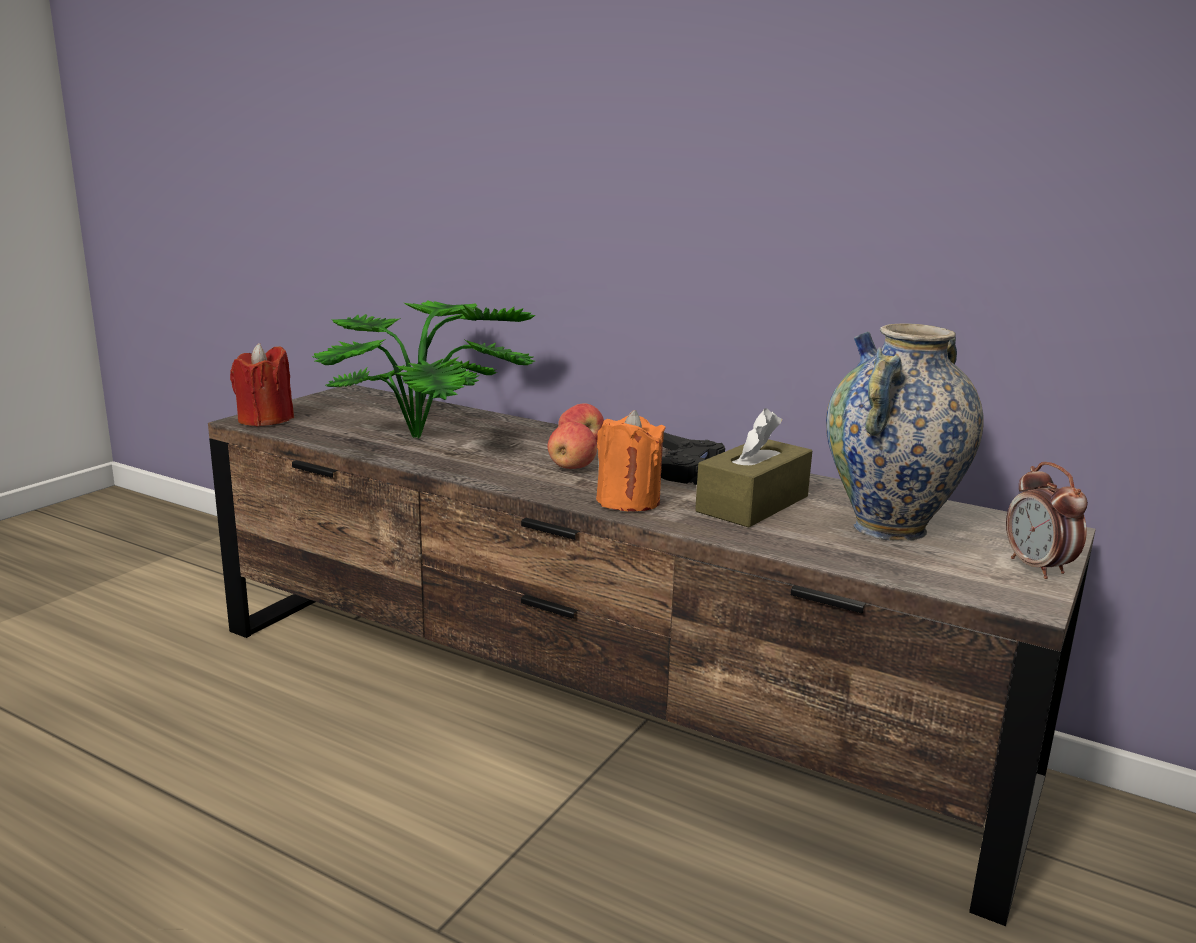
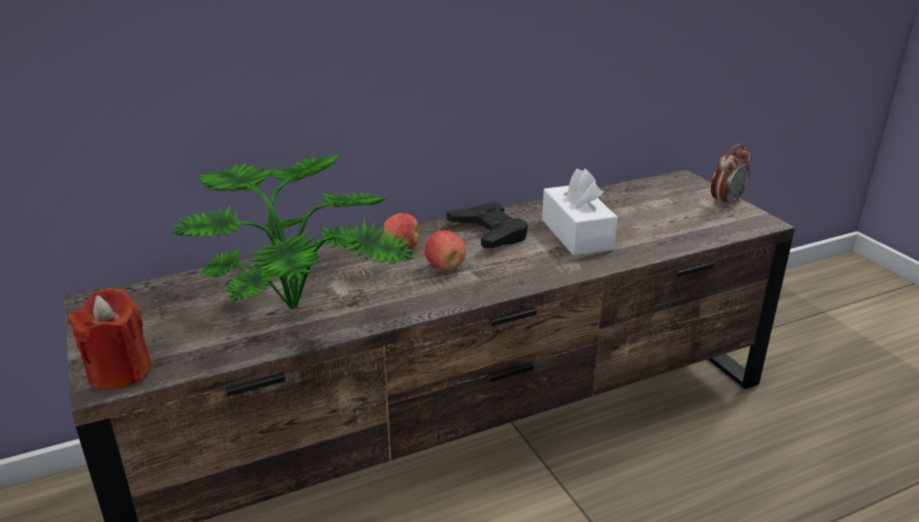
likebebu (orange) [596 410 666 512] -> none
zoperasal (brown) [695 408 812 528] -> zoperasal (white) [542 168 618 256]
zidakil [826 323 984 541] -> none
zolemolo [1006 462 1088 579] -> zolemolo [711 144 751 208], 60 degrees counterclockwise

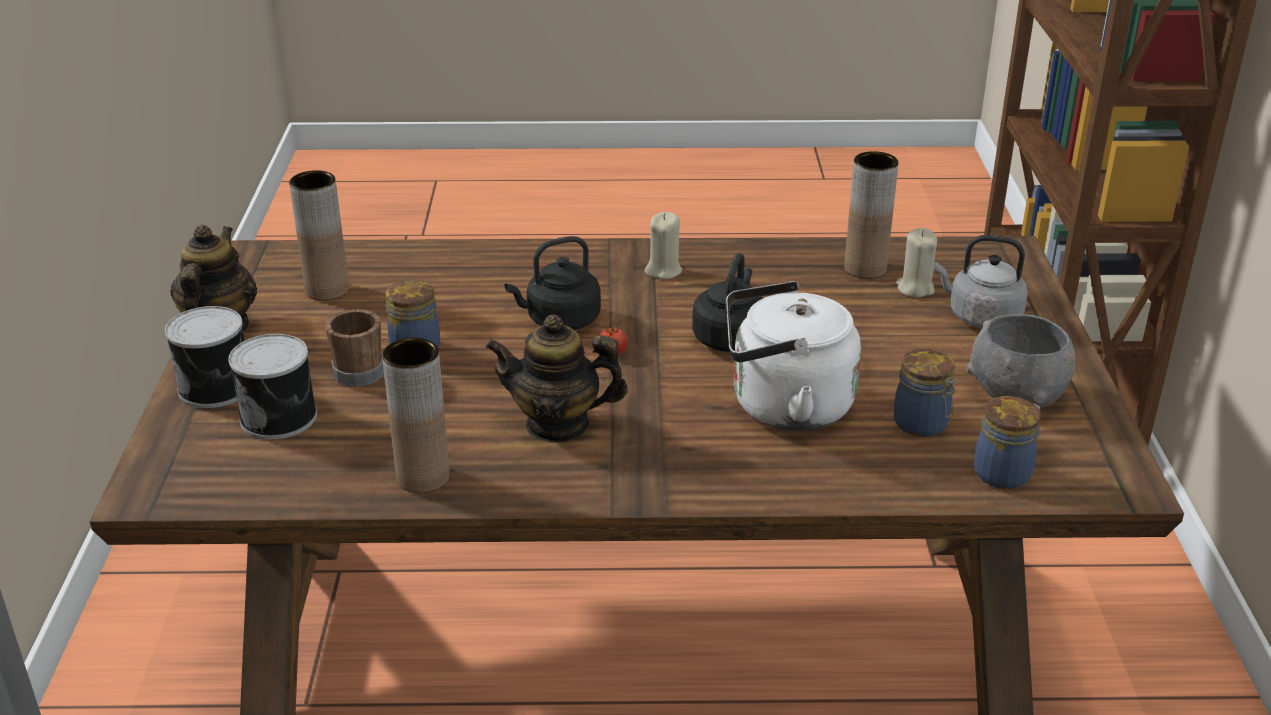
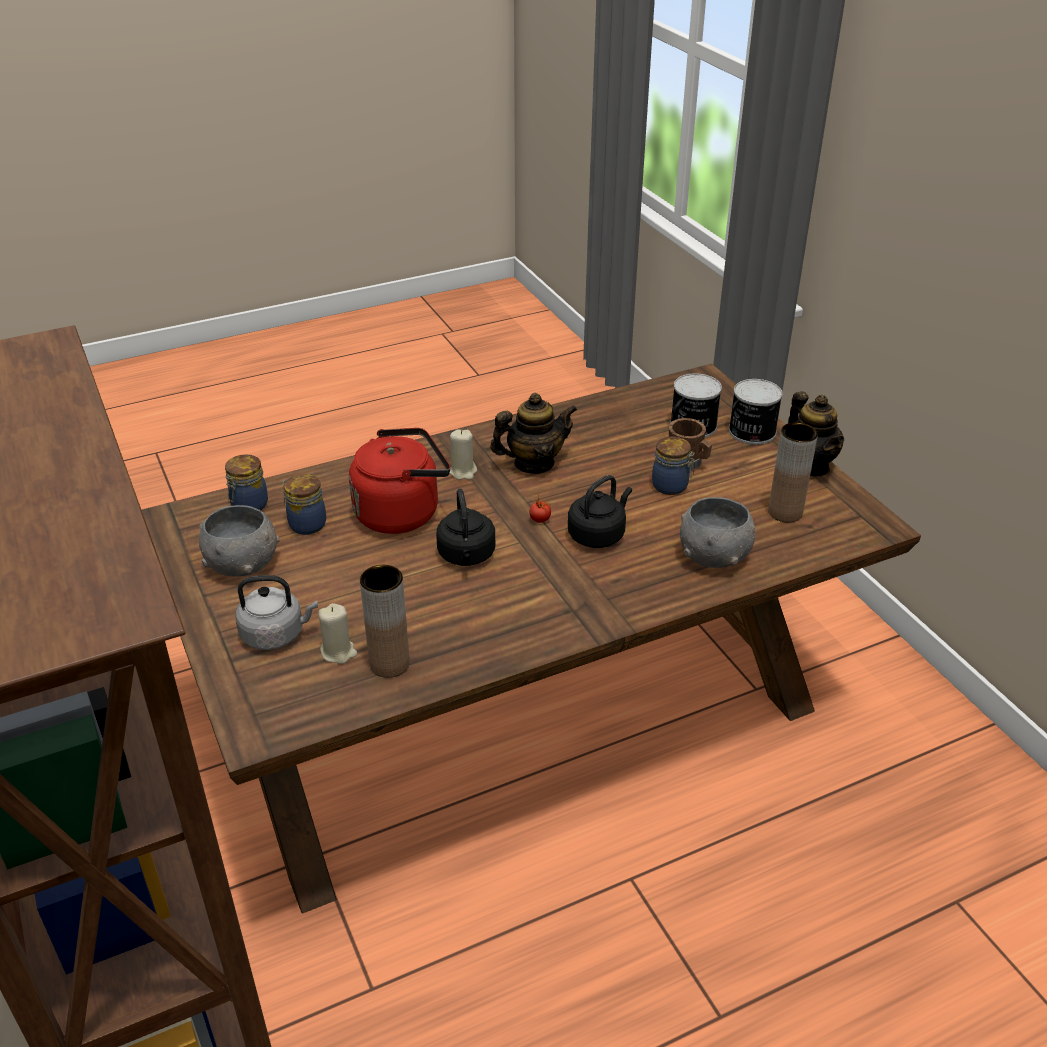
zidakil (brown) [382 338 450 493] -> none
likebebu (beige) [645 212 683 280] -> likebebu (beige) [449 429 477 480], relocated
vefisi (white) [726 281 861 431] -> vefisi (red) [349 428 450 534]
none -> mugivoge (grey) [680 497 755 568]

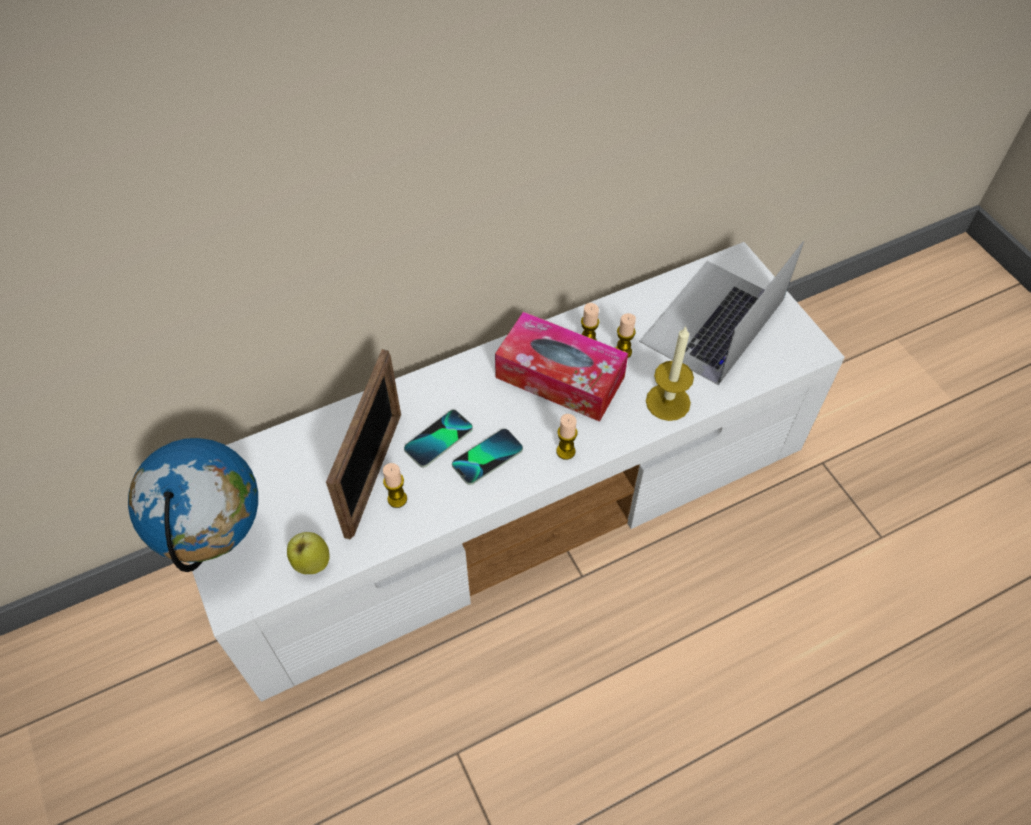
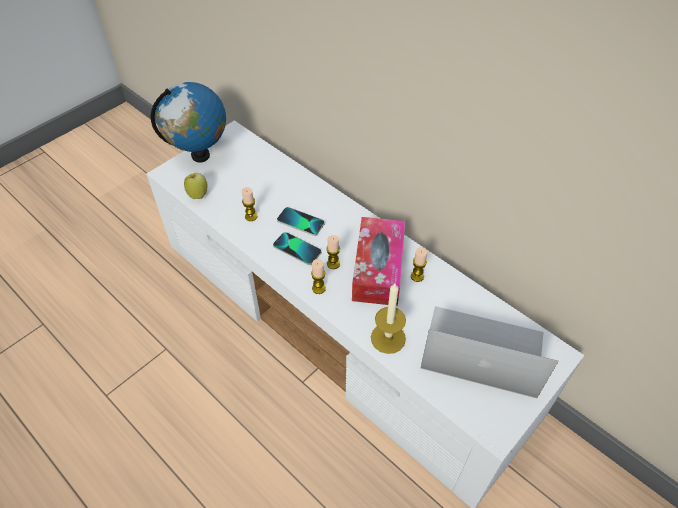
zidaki [326 349 401 540] -> none
likebebu [616 313 636 358] -> likebebu [326 235 340 269], relocated

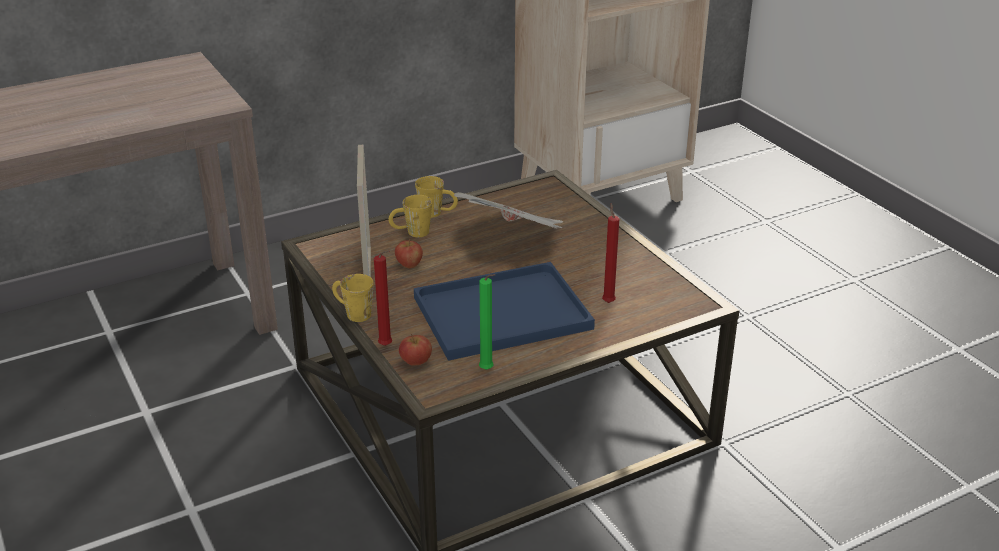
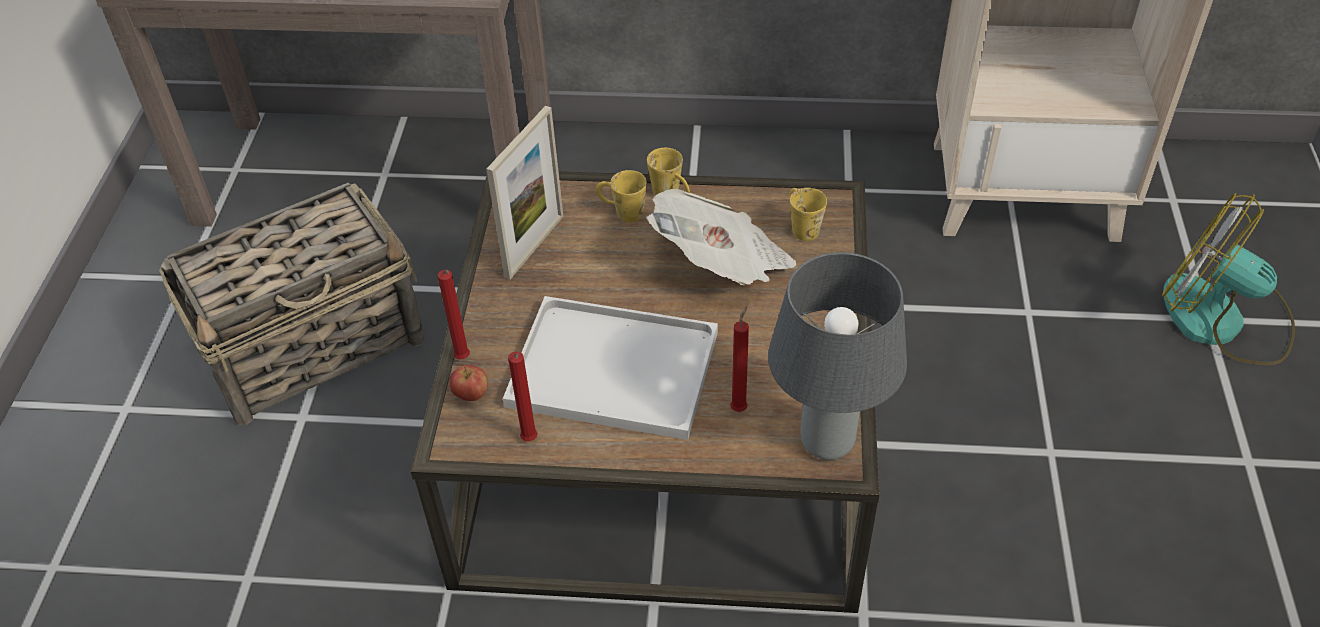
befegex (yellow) [332 274 374 322] -> befegex (yellow) [790 188 827 241], relocated
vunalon [395 238 423 268] -> none
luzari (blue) [414 262 595 361] -> luzari (white) [503 296 718 440]
likebebu (green) [479 274 495 370] -> likebebu (red) [508 352 538 441]
none -> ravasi [159 183 425 425]
none -> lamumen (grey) [768 252 907 460]
none -> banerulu [1162 193 1295 365]

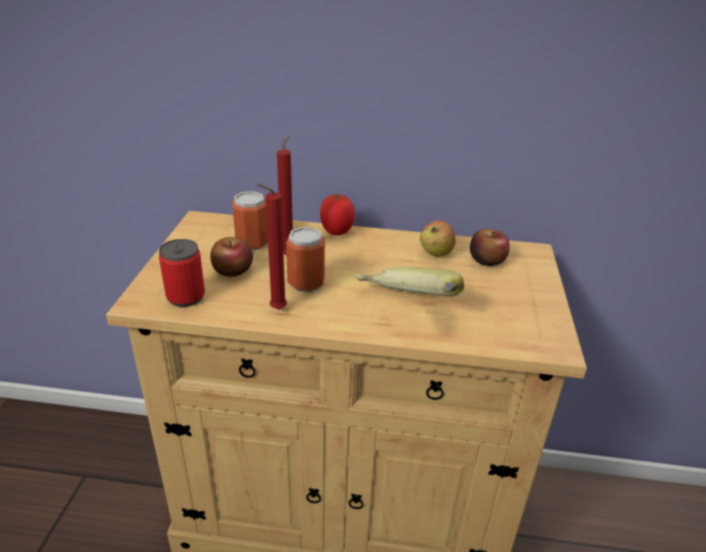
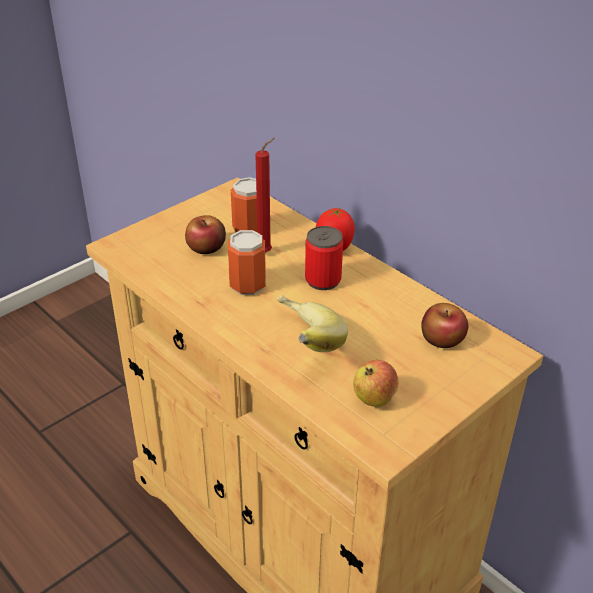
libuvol [159 239 205 307] -> libuvol [305 226 343 290], relocated
likebebu (red) [257 184 287 309] -> none
vunalon [420 220 456 257] -> vunalon [353 360 398 407], relocated

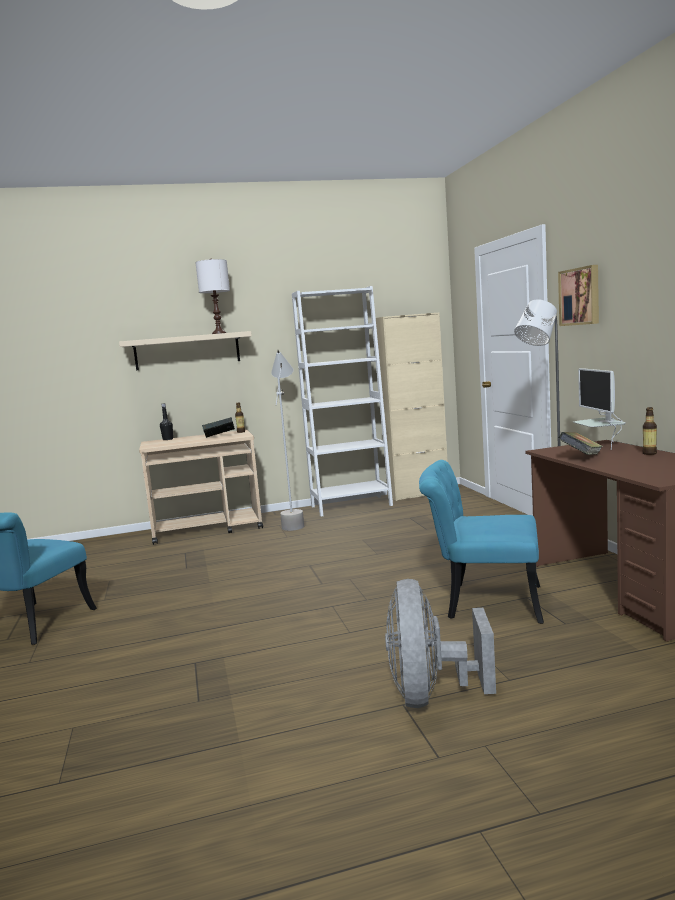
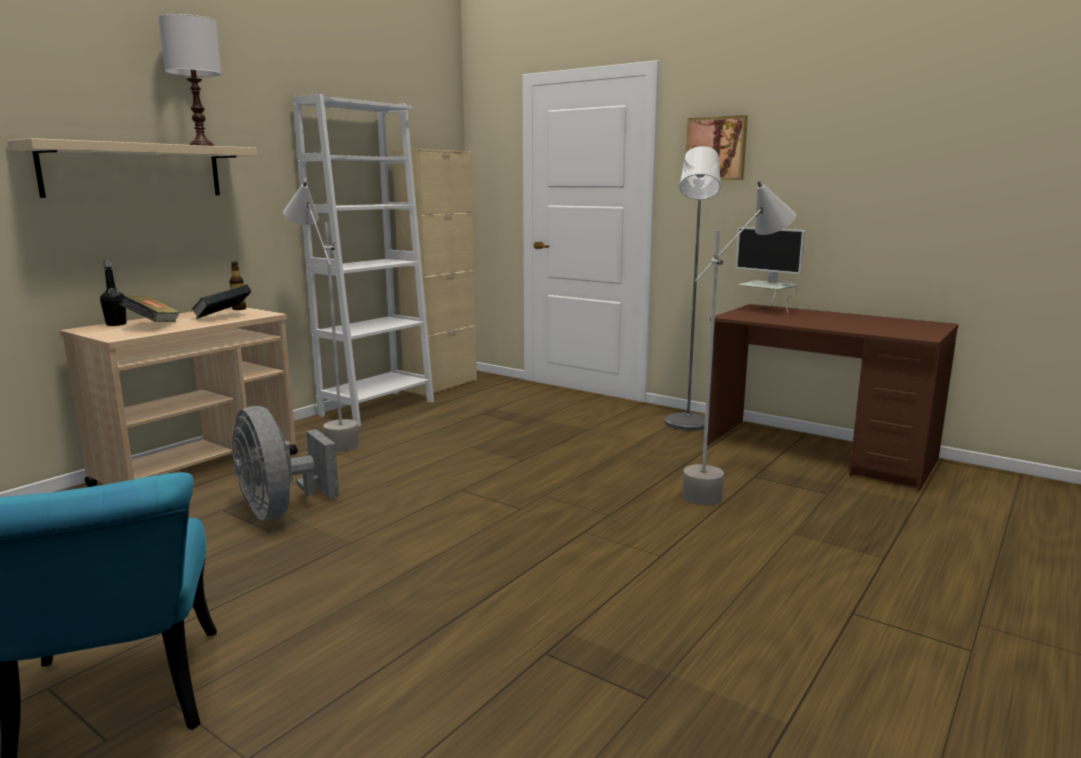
banerulu (grey) [385 579 496 708] -> banerulu (grey) [231 406 339 521], relocated
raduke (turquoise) [419 460 544 624] -> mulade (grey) [682 181 796 505]
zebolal [558 432 603 455] -> zebolal [119 296 181 322], relocated
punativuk [643 407 657 455] -> none

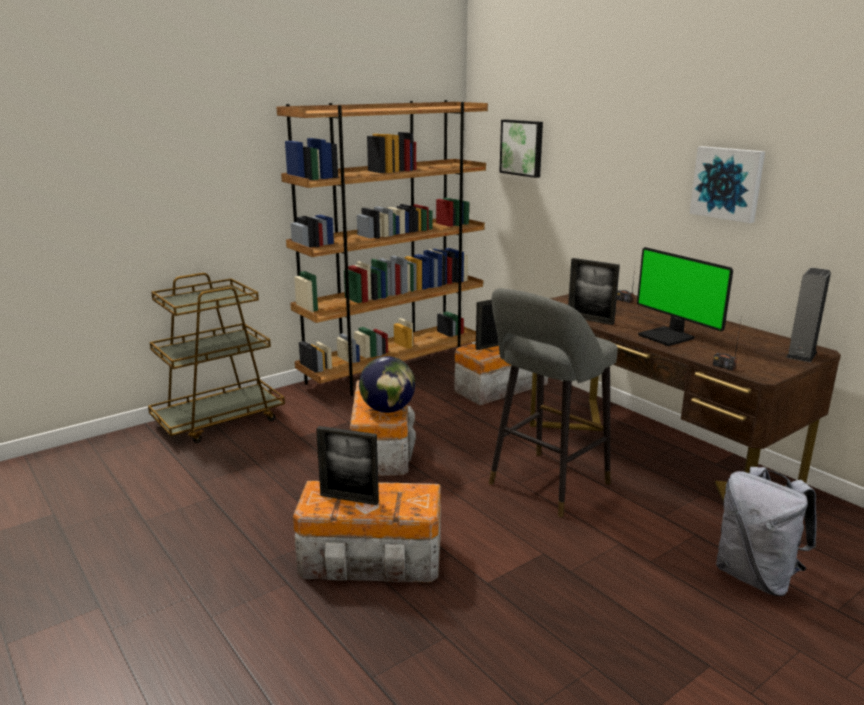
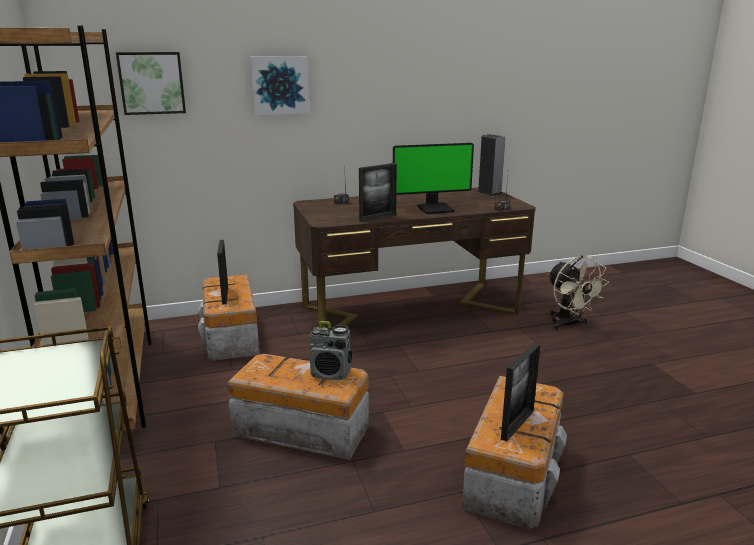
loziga [359 356 415 413] -> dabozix [309 321 352 380]
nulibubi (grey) [489 288 618 517] -> none
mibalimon [690 146 765 223] -> mibalimon [250 56 309 115], relocated
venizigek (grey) [716 467 817 596] -> banerulu (beige) [548 255 609 330]

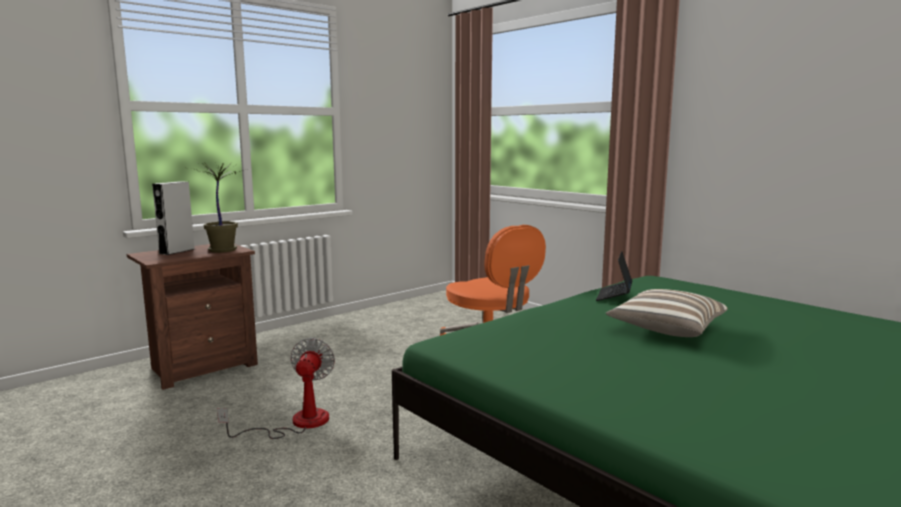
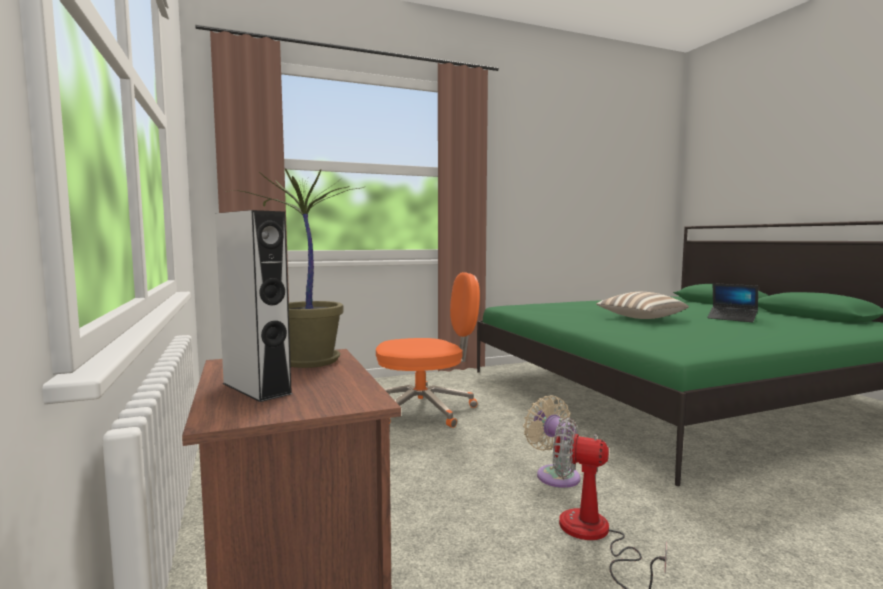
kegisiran [596 251 632 301] -> kegisiran [707 283 758 322], relocated
none -> banerulu (beige) [523 396 581 488]

